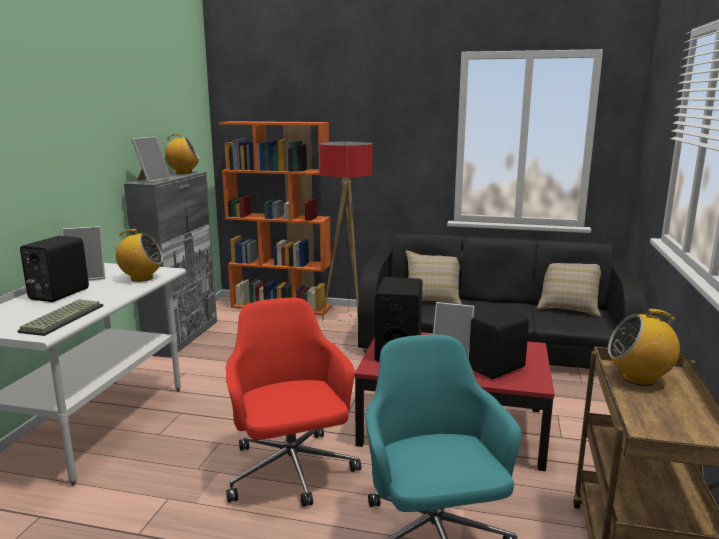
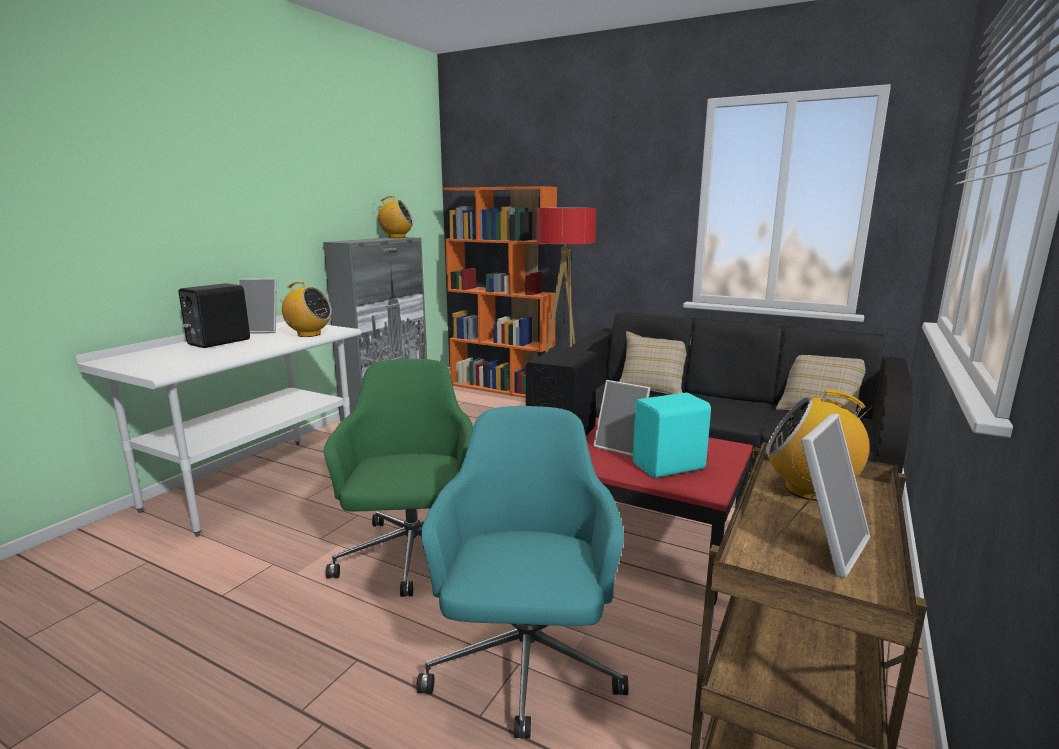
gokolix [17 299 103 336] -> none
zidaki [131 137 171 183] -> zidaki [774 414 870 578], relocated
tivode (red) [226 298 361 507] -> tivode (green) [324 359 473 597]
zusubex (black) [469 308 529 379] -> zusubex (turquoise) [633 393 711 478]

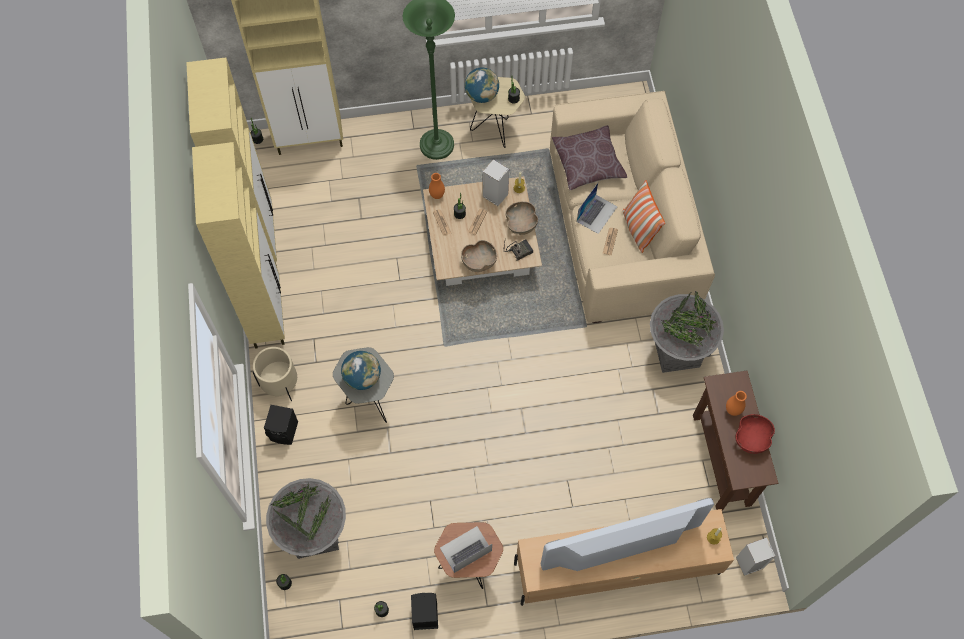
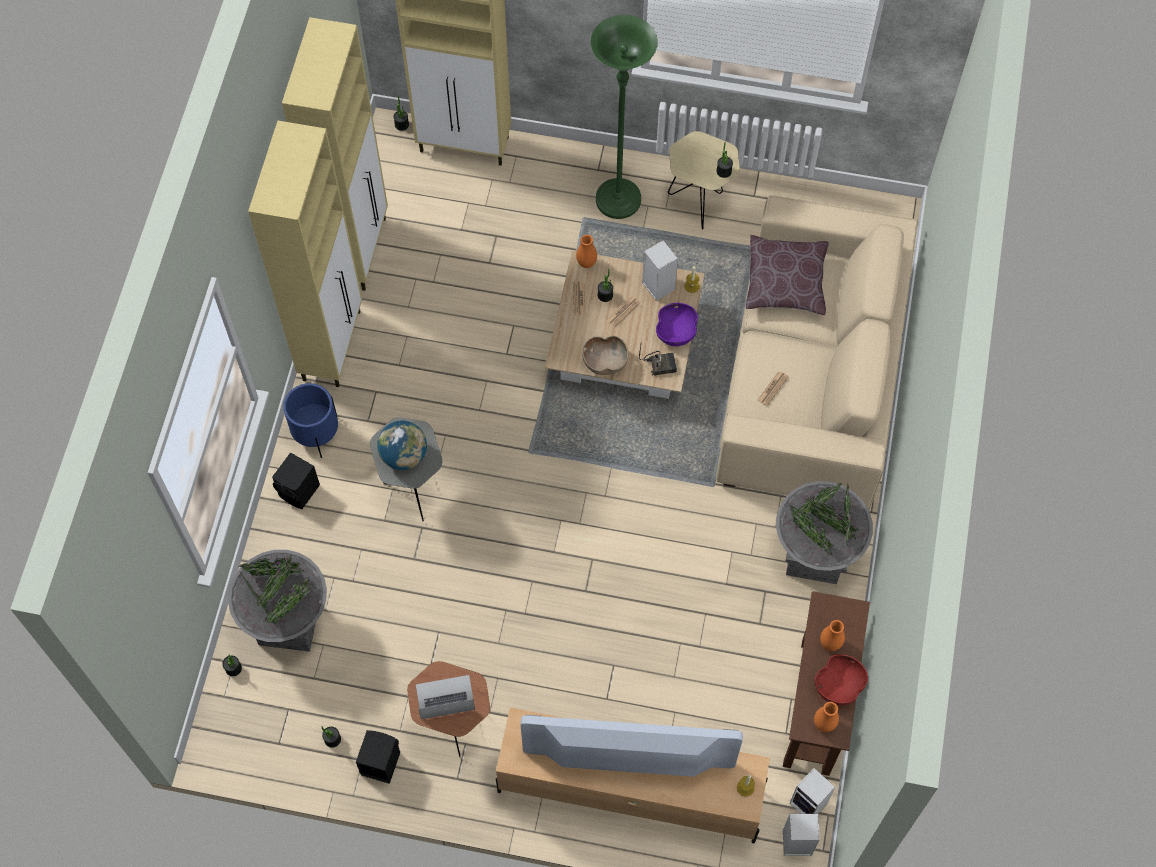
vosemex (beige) [253 347 297 401] -> vosemex (blue) [283 383 338 458]
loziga [465 67 499 103] -> none
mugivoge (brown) [505 201 538 235] -> mugivoge (purple) [656 303 698 346]
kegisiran [577 183 618 234] -> none
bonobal [623 180 665 253] -> none
none -> zusubex [789 768 835 814]
none -> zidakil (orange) [814 702 839 732]

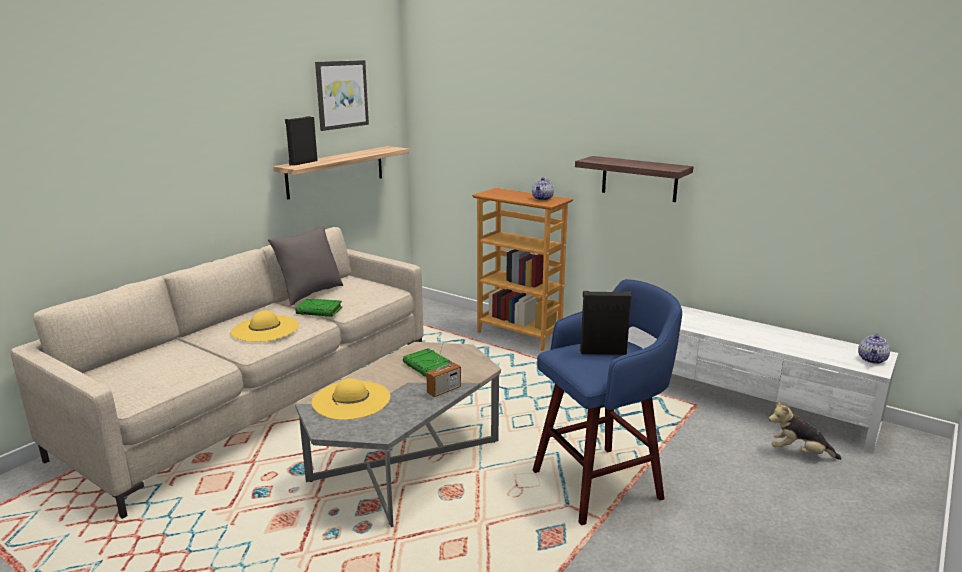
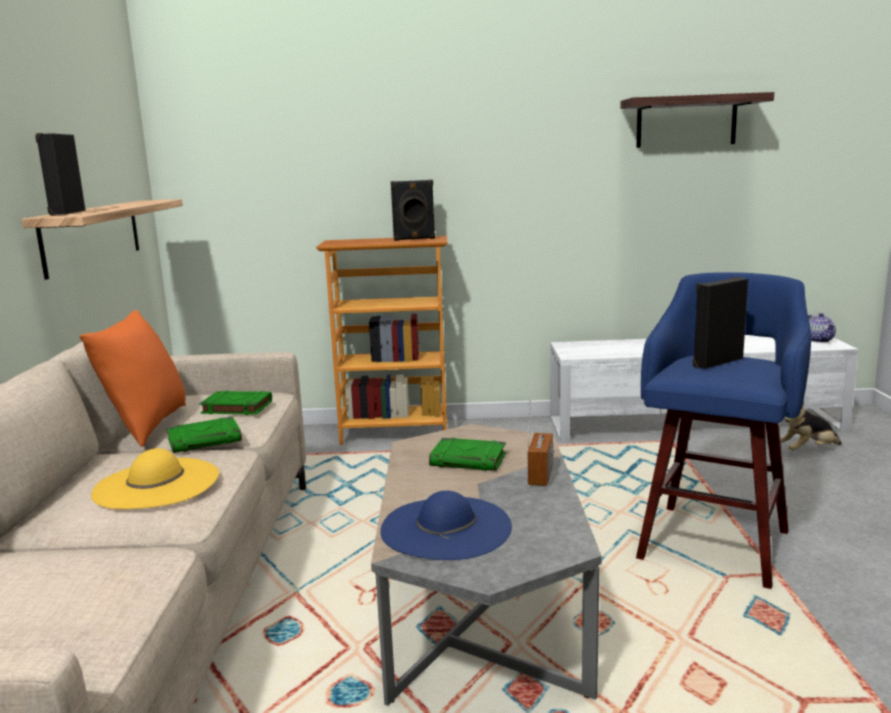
bonobal (grey) [268 225 343 306] -> bonobal (orange) [79 310 186 447]
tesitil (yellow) [311 378 390 420] -> tesitil (blue) [380 491 512 560]
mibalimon [315 60 369 131] -> none
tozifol [532 178 554 201] -> zusubex (black) [391 180 435 241]
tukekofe [575 156 693 202] -> tukekofe [620 92 774 148], relocated
none -> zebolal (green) [199 391 272 415]

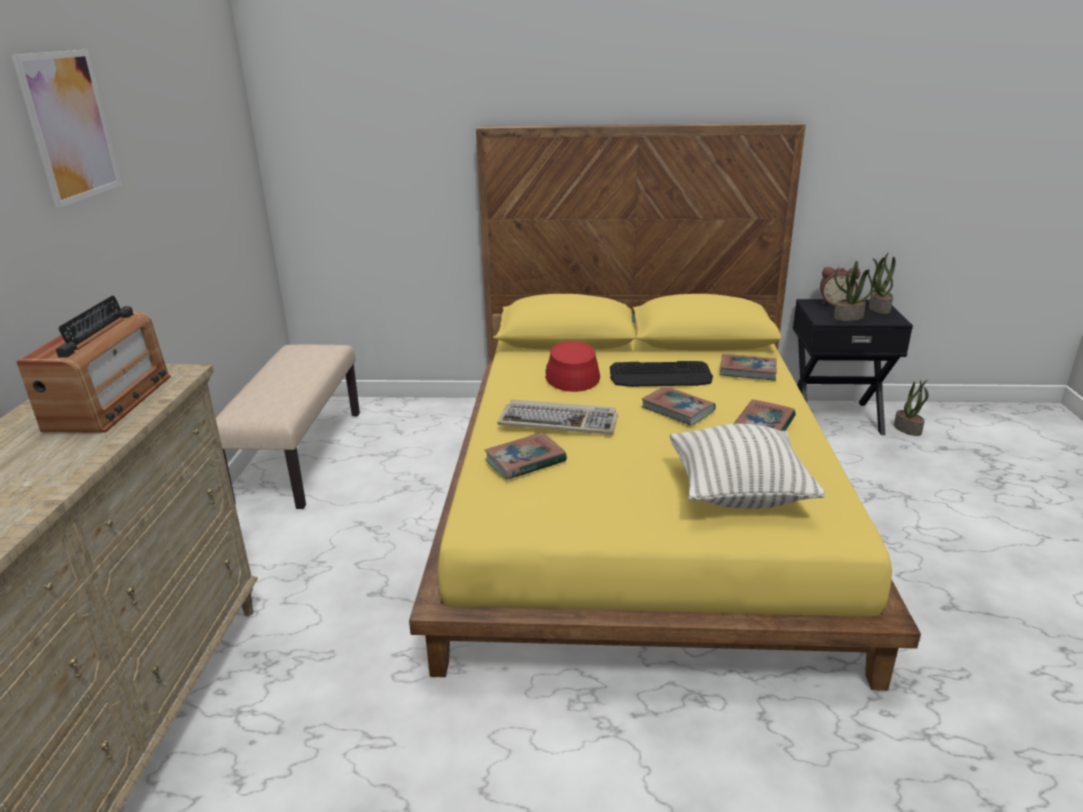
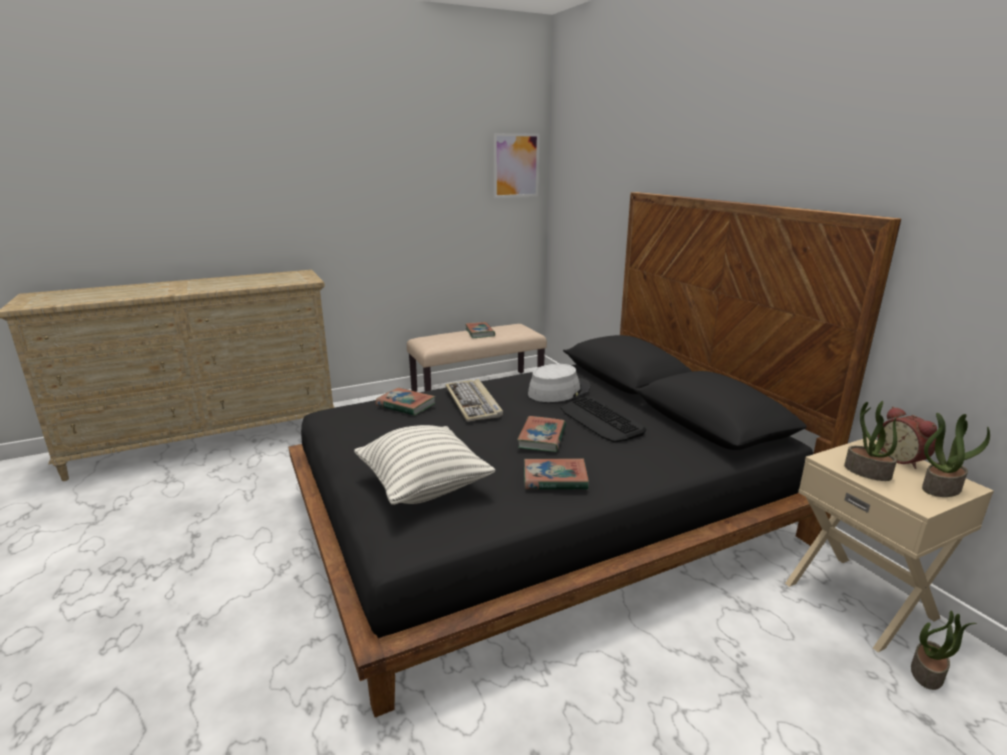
mibalimon [11 50 122 208] -> mibalimon [493 133 540 198], relocated
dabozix [16 296 171 433] -> none
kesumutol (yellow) [409 123 921 691] -> kesumutol (black) [289 192 901 717]
tesitil (red) [545 341 600 392] -> tesitil (grey) [528 364 590 402]
zebolal [720 354 777 381] -> zebolal [465 322 495 338], relocated
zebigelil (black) [793 299 913 435] -> zebigelil (beige) [785 438 994 652]

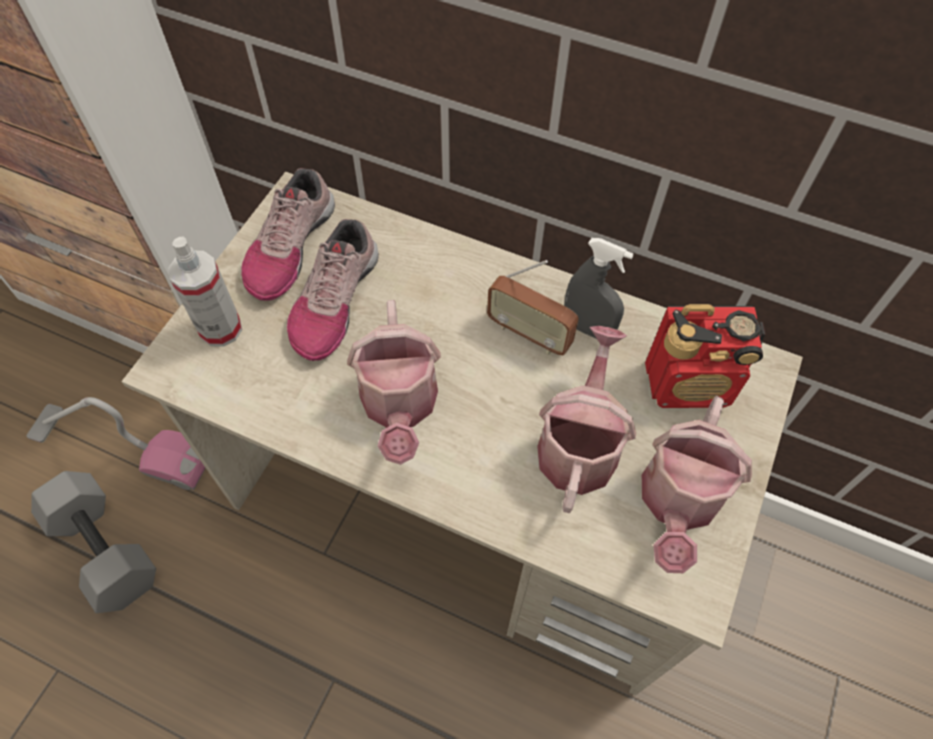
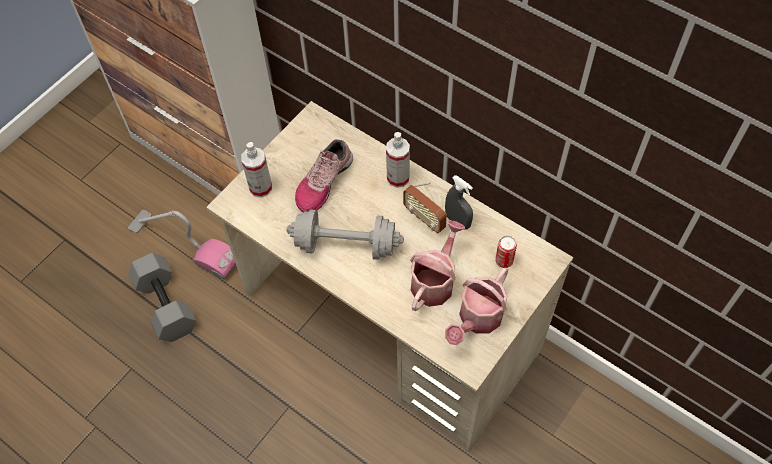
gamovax [241 168 335 301] -> none
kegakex [347 300 441 465] -> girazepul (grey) [286 209 404 259]
dabozix [645 304 765 408] -> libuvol [495 235 517 268]
none -> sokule [386 132 410 188]

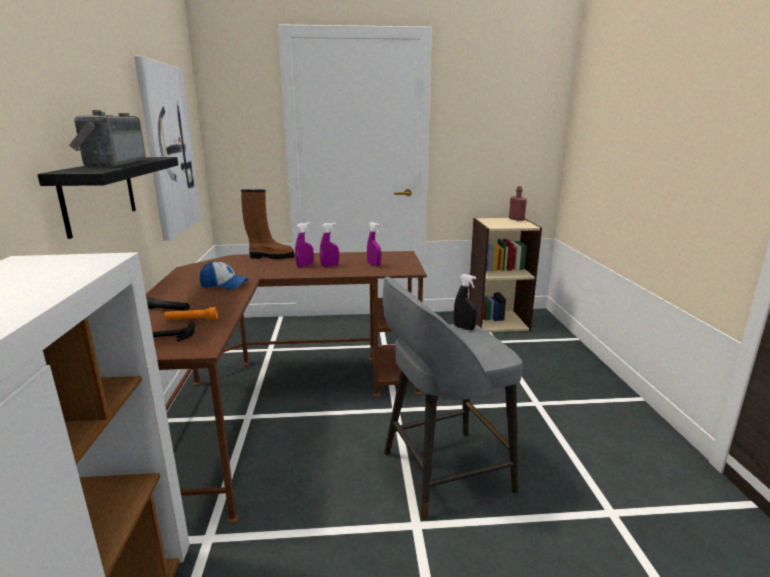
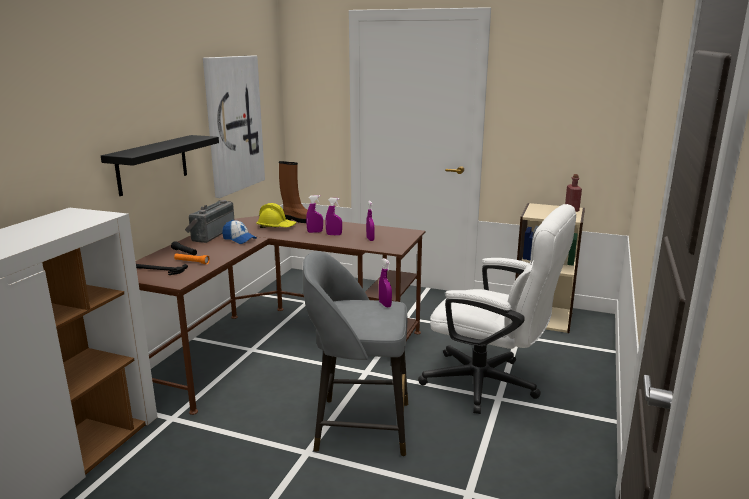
dabozix [69 110 146 168] -> dabozix [185 200 234 243], relocated
sokule (black) [454 274 477 330] -> sokule (purple) [379 258 392 308]
none -> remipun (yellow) [256 203 296 228]
none -> tivode (white) [418 204 576 414]

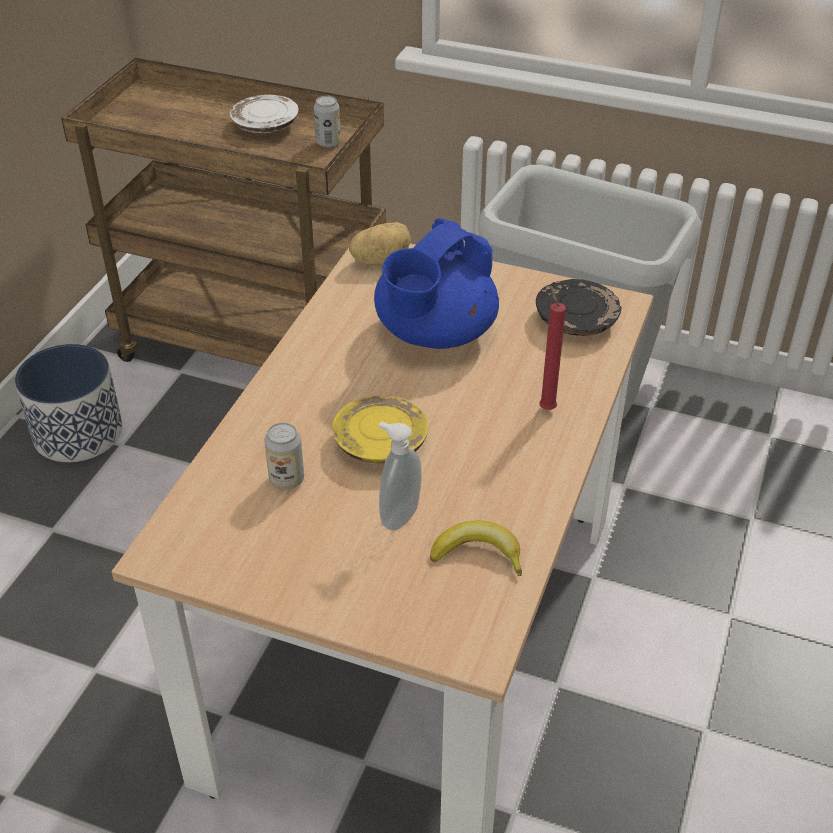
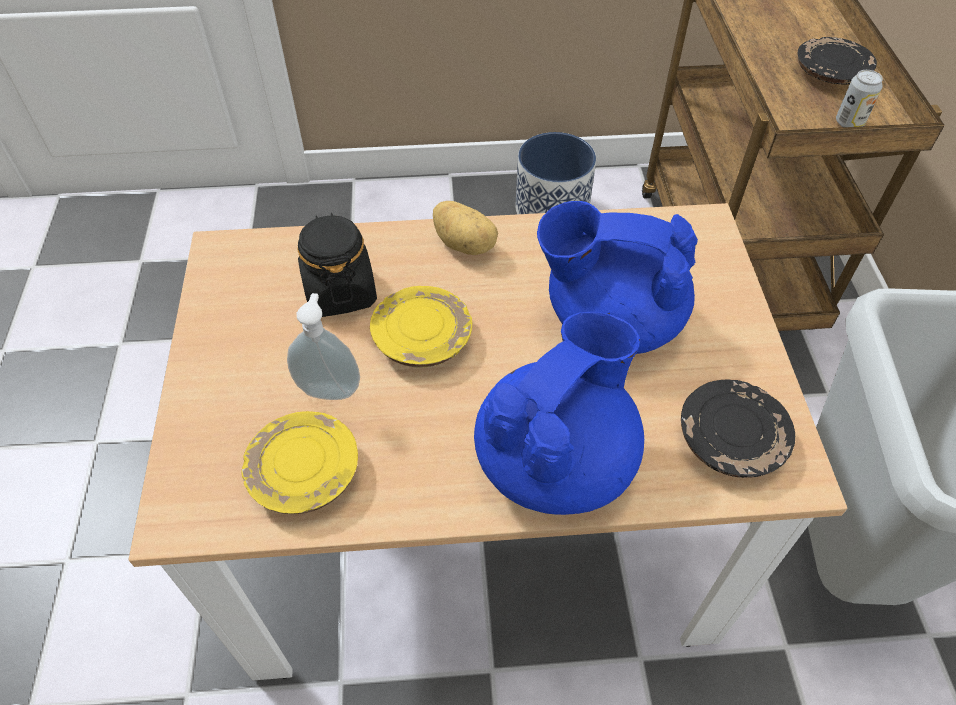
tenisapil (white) [230 95 298 133] -> tenisapil (black) [798 37 877 84]
libuvol [264 423 304 490] -> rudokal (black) [298 213 377 317]
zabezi [349 222 411 266] -> zabezi [433 201 498 255], relocated
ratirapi [430 521 522 577] -> tenisapil (yellow) [241 411 358 514]
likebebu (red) [539 286 566 410] -> tozifol (blue) [474 312 644 515]

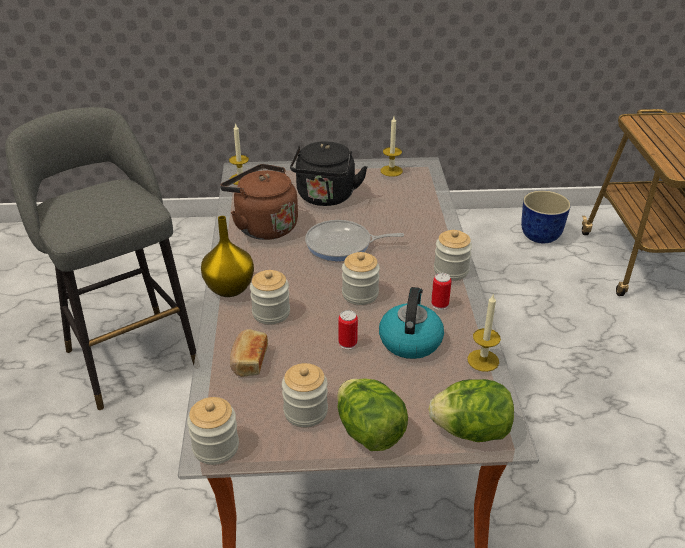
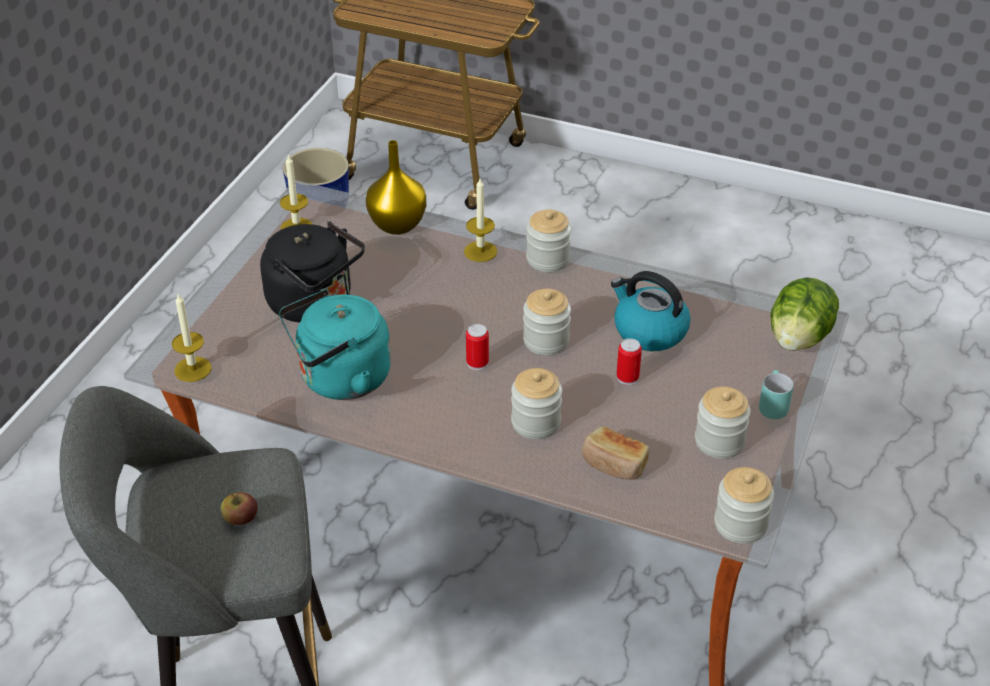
zidakil (yellow) [201 216 254 297] -> zidakil (yellow) [366 140 426 235], relocated
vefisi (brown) [220 164 298 240] -> vefisi (turquoise) [279 289 391 400]
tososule [305 220 404 261] -> none
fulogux [337 378 408 451] -> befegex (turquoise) [759 370 793 419]
libuvol [431 273 451 310] -> libuvol [466 324 489 370], relocated
likebebu [467 293 501 372] -> likebebu [464 178 497 262], relocated
none -> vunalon [221 492 258 525]

